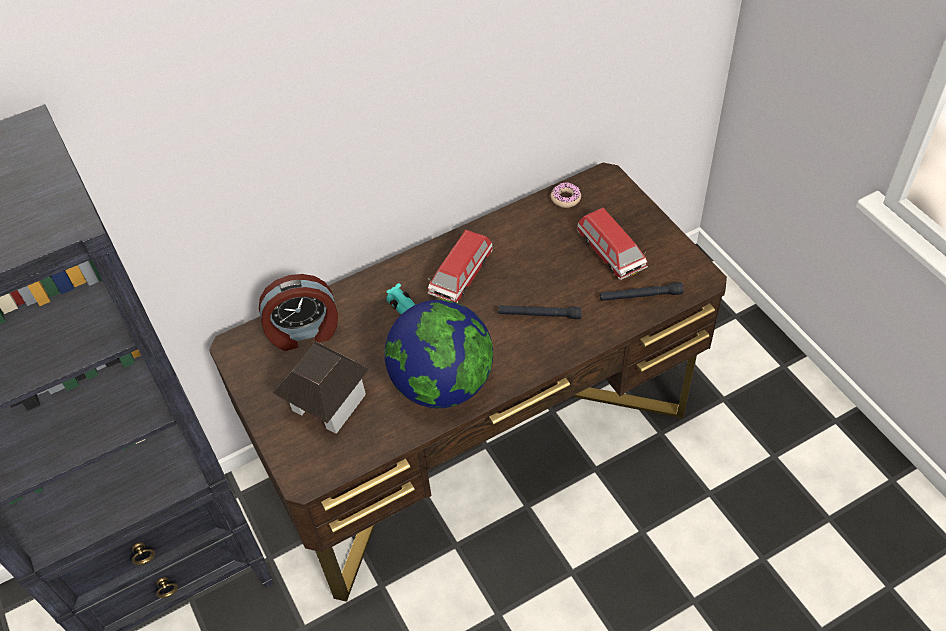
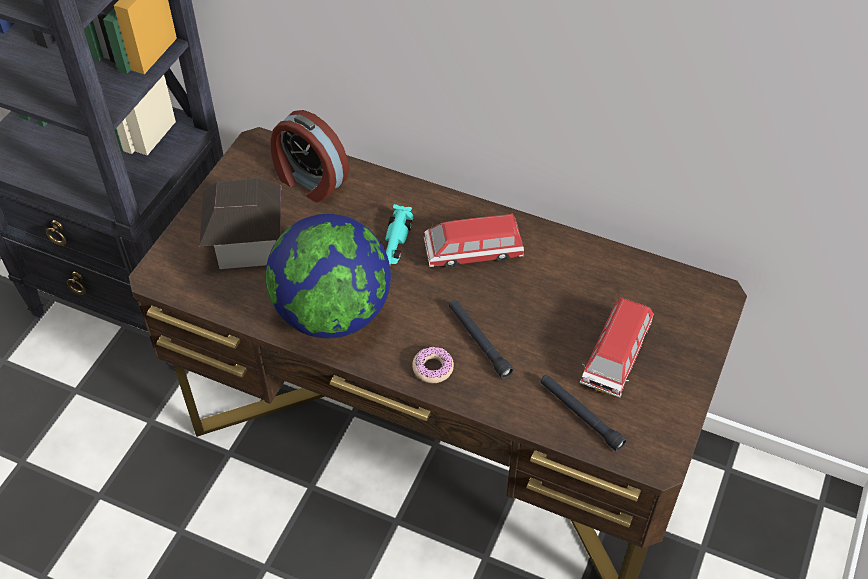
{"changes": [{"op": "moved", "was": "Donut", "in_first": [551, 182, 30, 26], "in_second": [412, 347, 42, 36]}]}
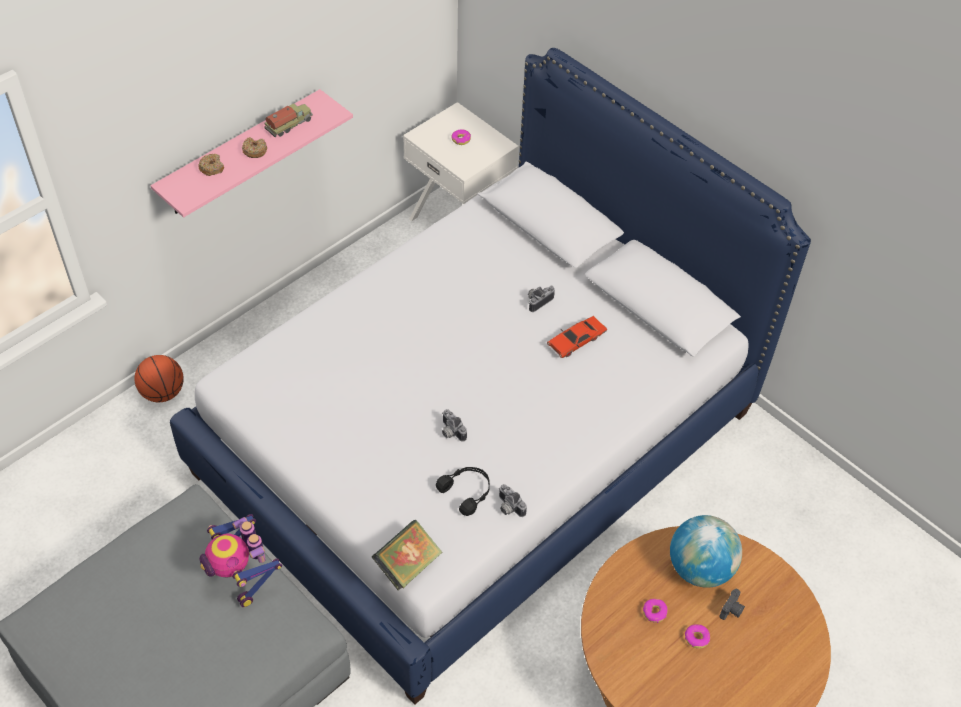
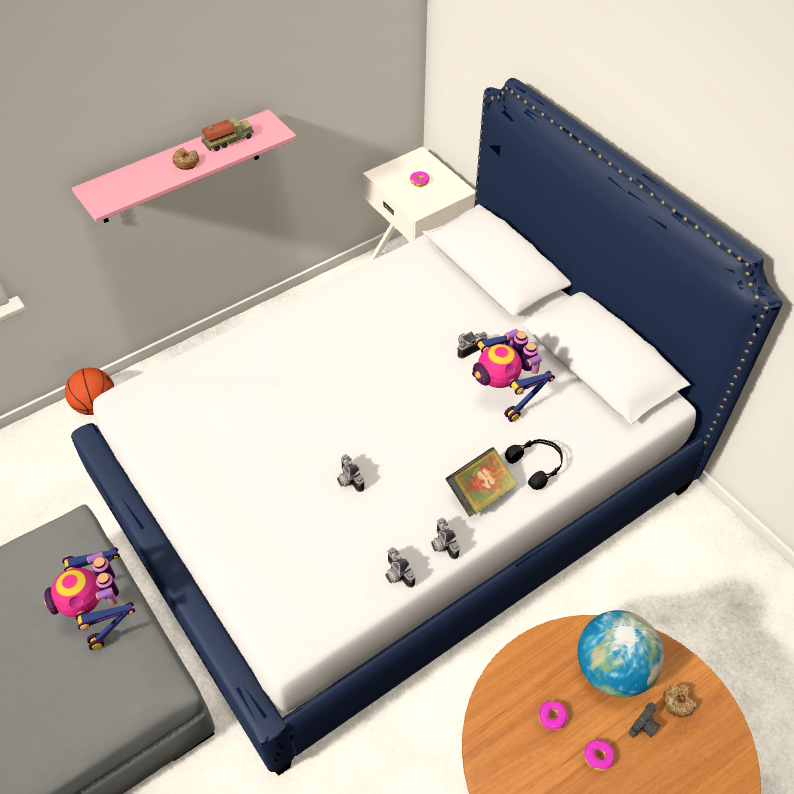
{"changes": [{"op": "added", "now": "PhotoCamera", "in_second": [431, 518, 29, 41]}, {"op": "moved", "was": "Donut", "in_first": [199, 154, 25, 22], "in_second": [663, 684, 34, 34]}, {"op": "moved", "was": "Book", "in_first": [372, 520, 70, 71], "in_second": [445, 447, 73, 70]}, {"op": "moved", "was": "BlackHeadphones", "in_first": [436, 467, 54, 49], "in_second": [505, 439, 58, 51]}, {"op": "replaced", "was": "RedToyCar", "now": "ToyRobot", "in_first": [547, 316, 60, 42], "in_second": [472, 329, 83, 93]}]}
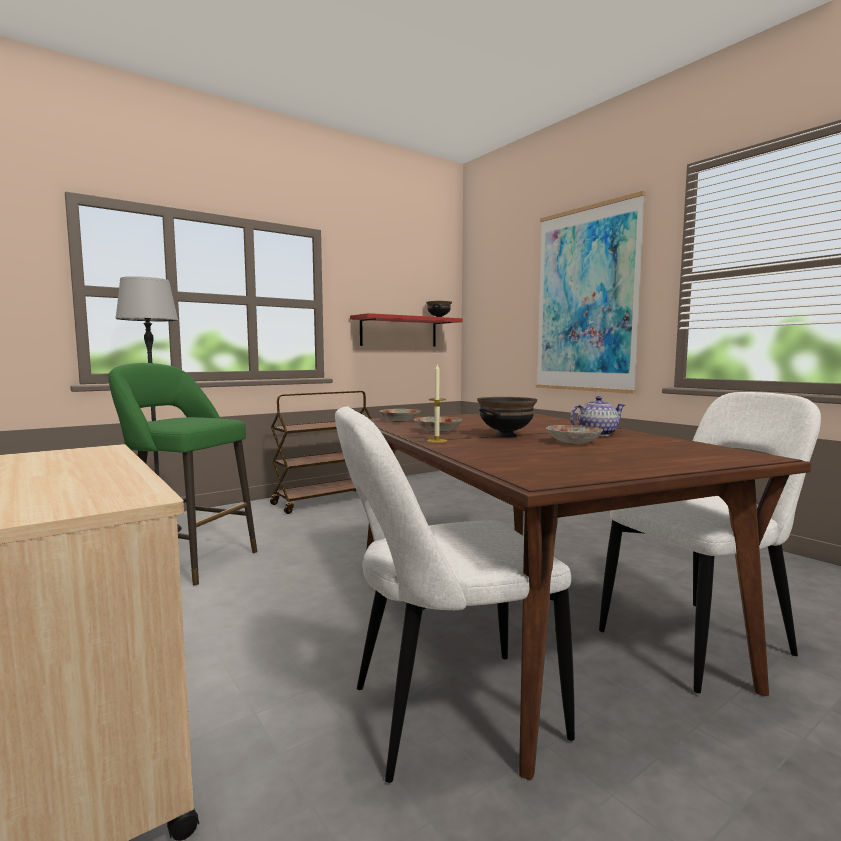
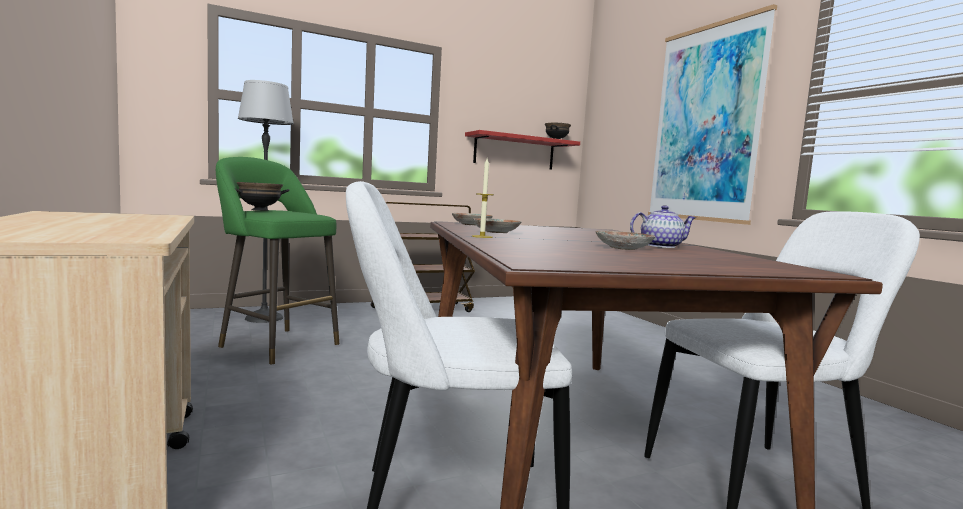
{"changes": [{"op": "moved", "was": "BlackBowl", "in_first": [477, 397, 60, 40], "in_second": [235, 182, 55, 29]}]}
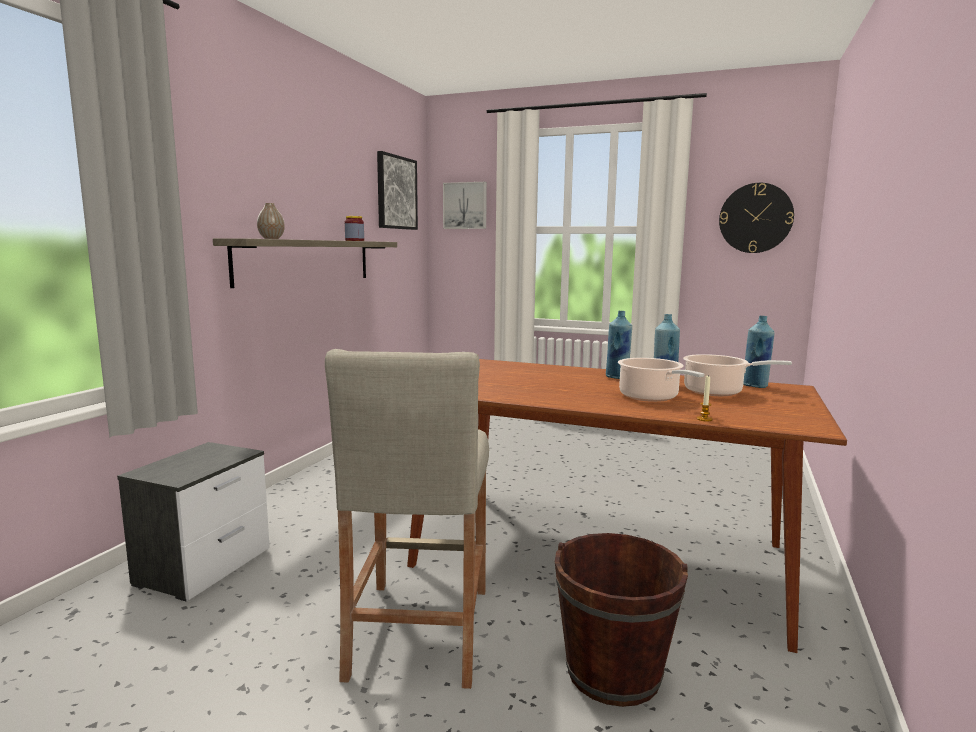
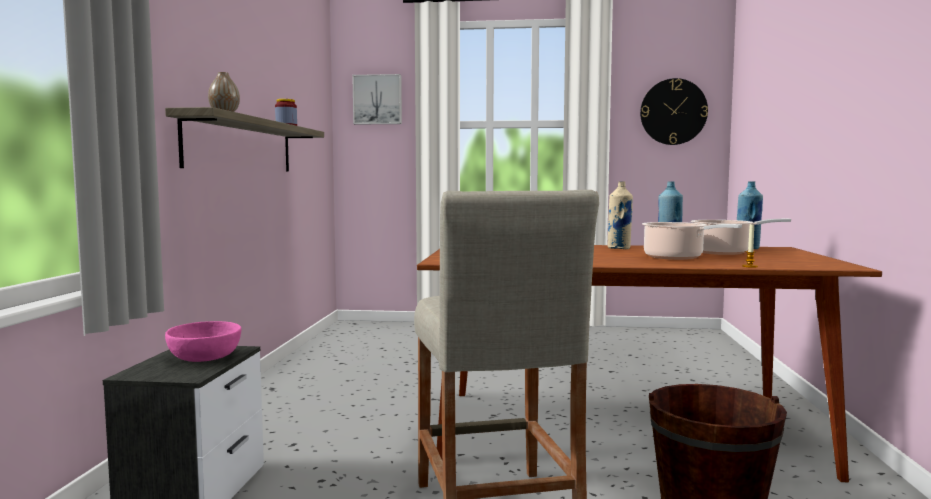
{"changes": [{"op": "removed", "was": "Picture", "in_first": [377, 151, 41, 79]}, {"op": "added", "now": "PinkBowl", "in_second": [165, 321, 76, 41]}, {"op": "recoloured", "was": "BlueBottle", "now": "BeigeBottle", "in_first": [606, 311, 26, 68], "in_second": [608, 181, 25, 68]}]}
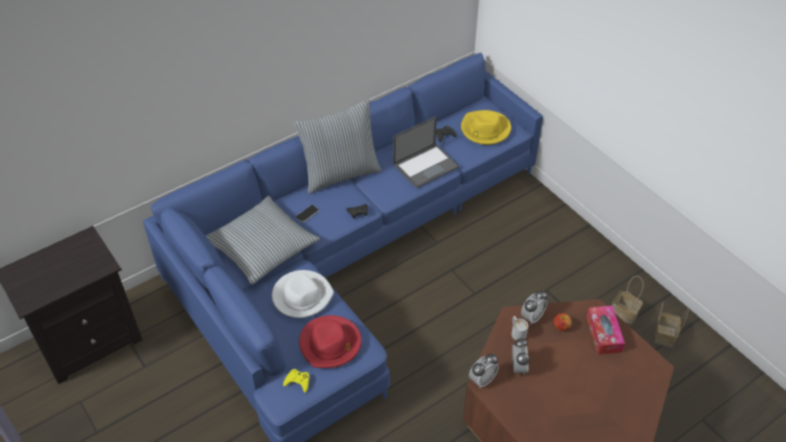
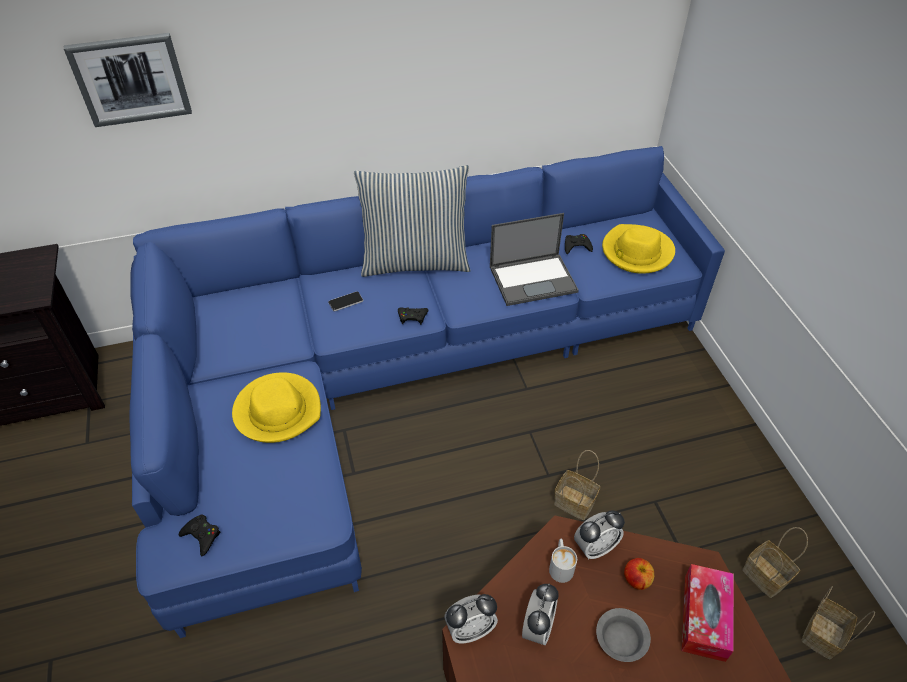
{"changes": [{"op": "removed", "was": "Pillow", "in_first": [206, 196, 114, 88]}, {"op": "removed", "was": "RedHat", "in_first": [299, 315, 62, 53]}, {"op": "added", "now": "Picture", "in_second": [64, 33, 128, 94]}, {"op": "added", "now": "Basket", "in_second": [554, 450, 46, 70]}, {"op": "added", "now": "GreyBowl", "in_second": [596, 608, 55, 54]}, {"op": "recoloured", "was": "WhiteHat", "now": "YellowHat", "in_first": [272, 270, 62, 48], "in_second": [232, 372, 89, 71]}, {"op": "recoloured", "was": "YellowGameController", "now": "BlackGameController", "in_first": [283, 369, 26, 23], "in_second": [179, 515, 42, 41]}]}
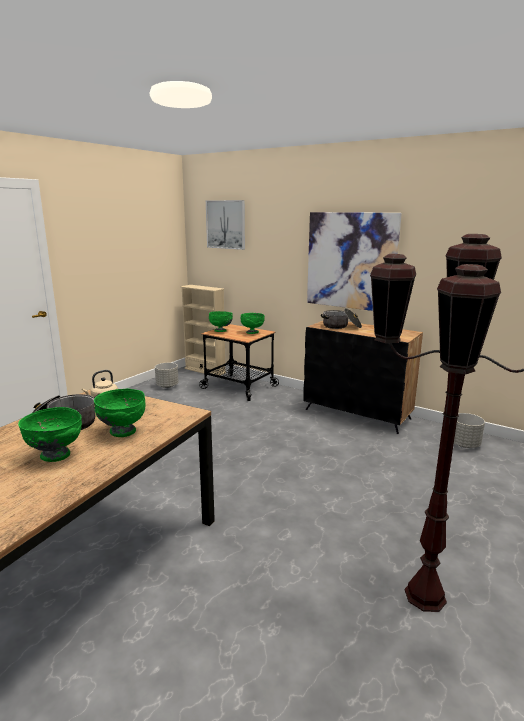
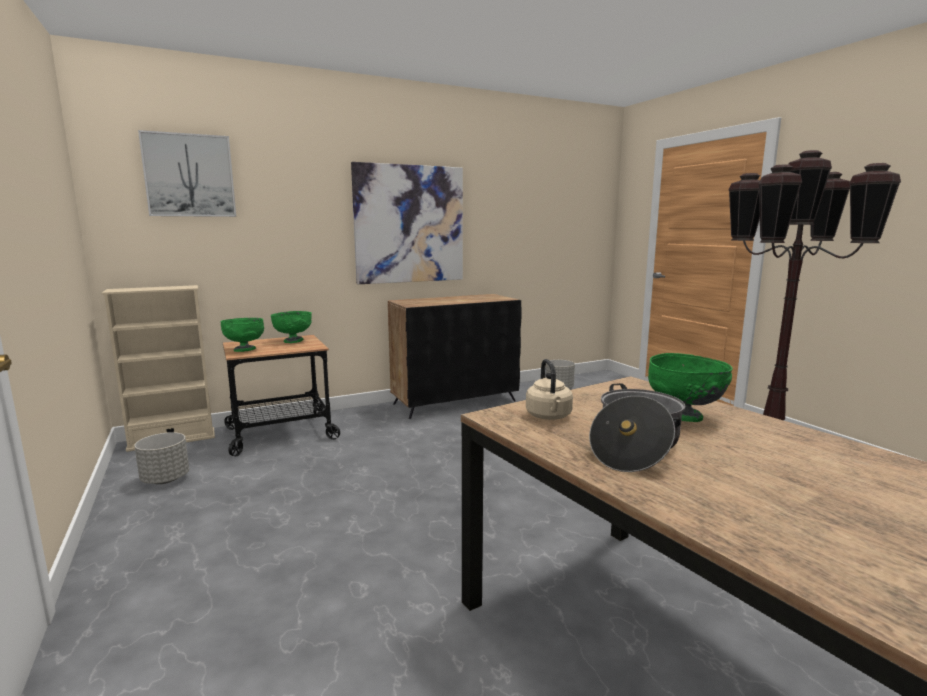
{"changes": [{"op": "removed", "was": "GreenBowl", "in_first": [18, 407, 64, 55]}, {"op": "removed", "was": "CookingPot", "in_first": [321, 308, 41, 21]}]}
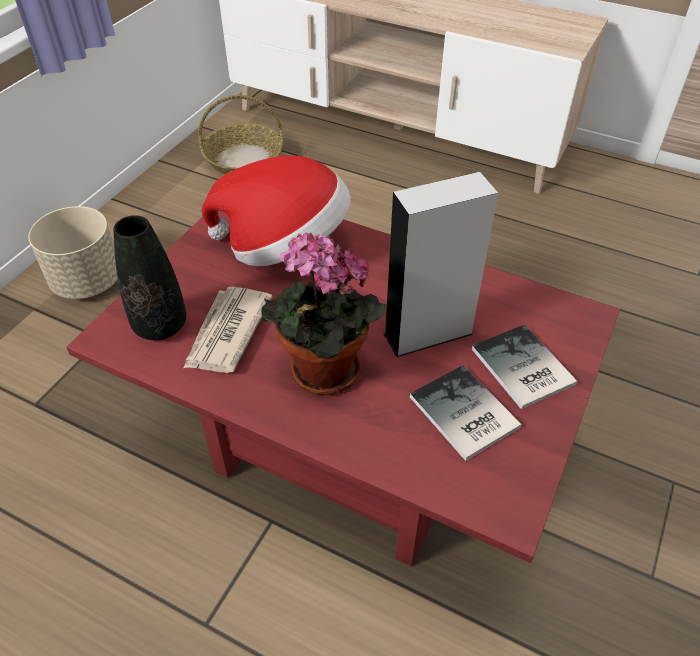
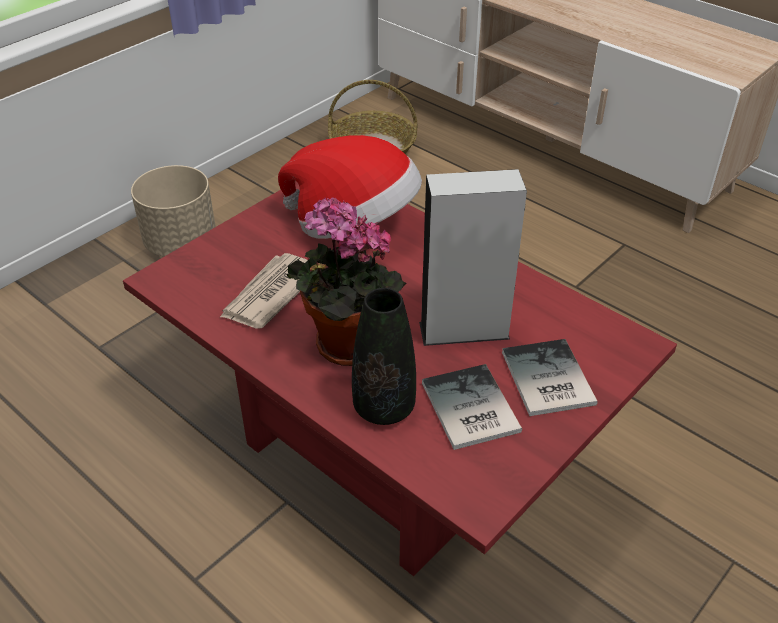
{"changes": [{"op": "moved", "was": "BlackVase", "in_first": [114, 215, 72, 125], "in_second": [352, 288, 64, 137]}]}
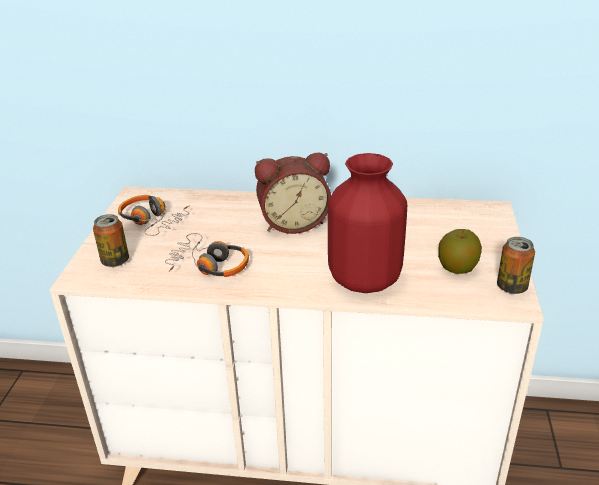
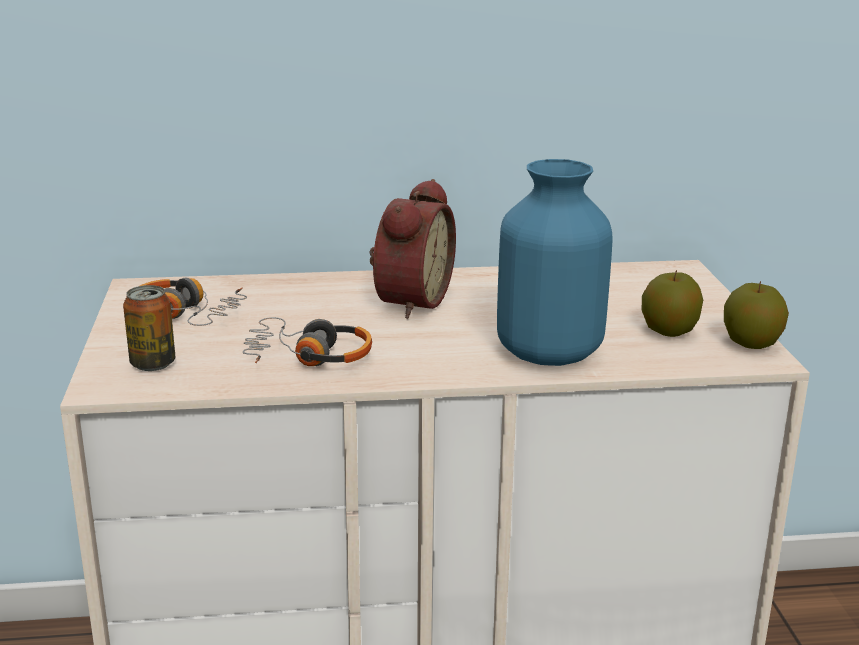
{"changes": [{"op": "replaced", "was": "Can", "now": "Apple", "in_first": [497, 237, 38, 57], "in_second": [724, 281, 65, 68]}, {"op": "recoloured", "was": "RedVase", "now": "BlueVase", "in_first": [328, 153, 79, 140], "in_second": [497, 159, 116, 207]}, {"op": "turned", "was": "AlarmClock", "in_first": [255, 152, 76, 82], "in_second": [370, 179, 86, 140], "clockwise": -45}]}
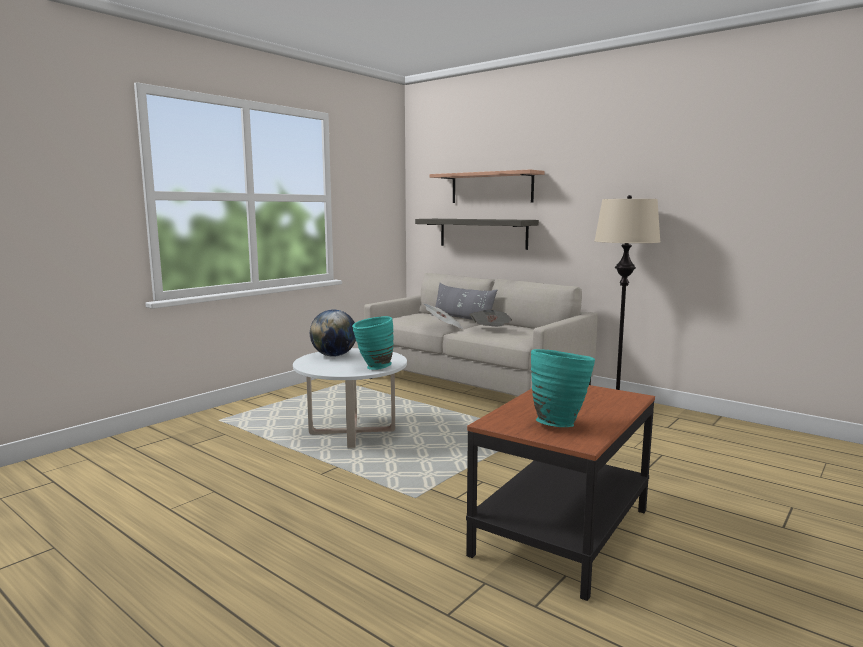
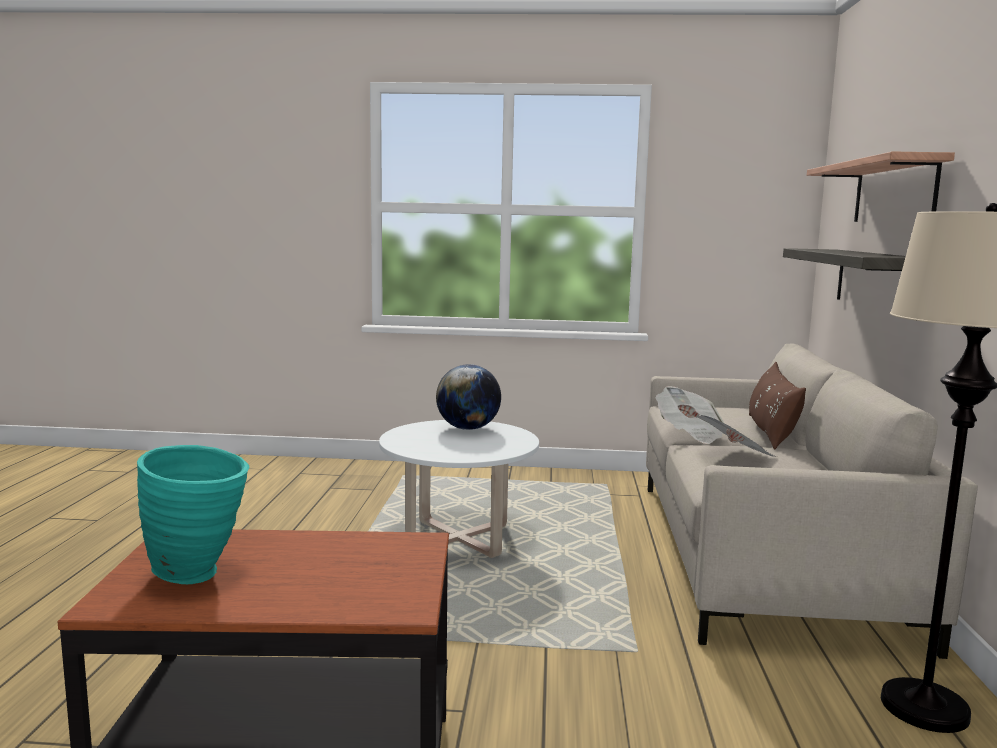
{"changes": [{"op": "removed", "was": "TurquoiseVase", "in_first": [352, 316, 42, 54]}, {"op": "recoloured", "was": "GreyPillow", "now": "BrownPillow", "in_first": [432, 283, 65, 37], "in_second": [749, 362, 57, 87]}]}
